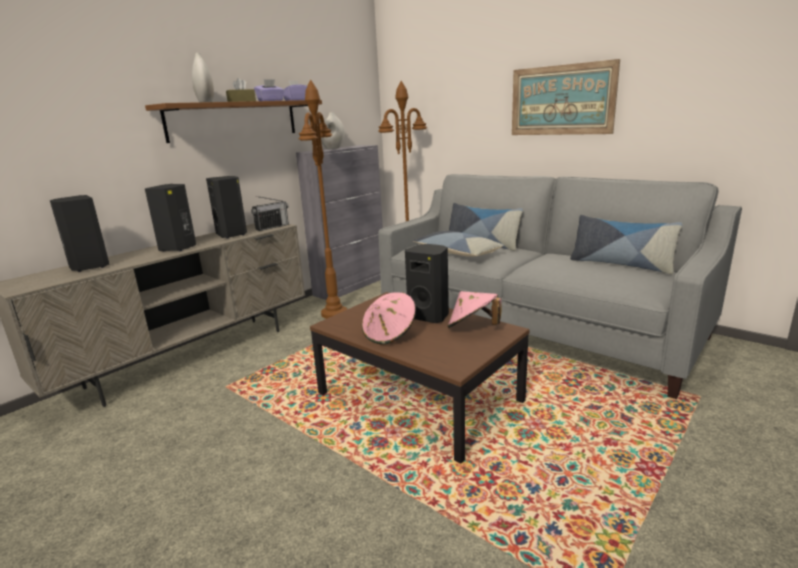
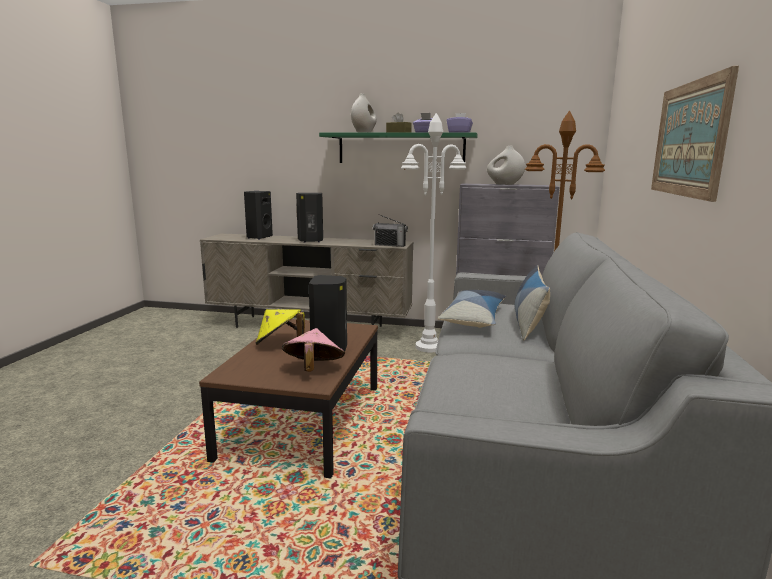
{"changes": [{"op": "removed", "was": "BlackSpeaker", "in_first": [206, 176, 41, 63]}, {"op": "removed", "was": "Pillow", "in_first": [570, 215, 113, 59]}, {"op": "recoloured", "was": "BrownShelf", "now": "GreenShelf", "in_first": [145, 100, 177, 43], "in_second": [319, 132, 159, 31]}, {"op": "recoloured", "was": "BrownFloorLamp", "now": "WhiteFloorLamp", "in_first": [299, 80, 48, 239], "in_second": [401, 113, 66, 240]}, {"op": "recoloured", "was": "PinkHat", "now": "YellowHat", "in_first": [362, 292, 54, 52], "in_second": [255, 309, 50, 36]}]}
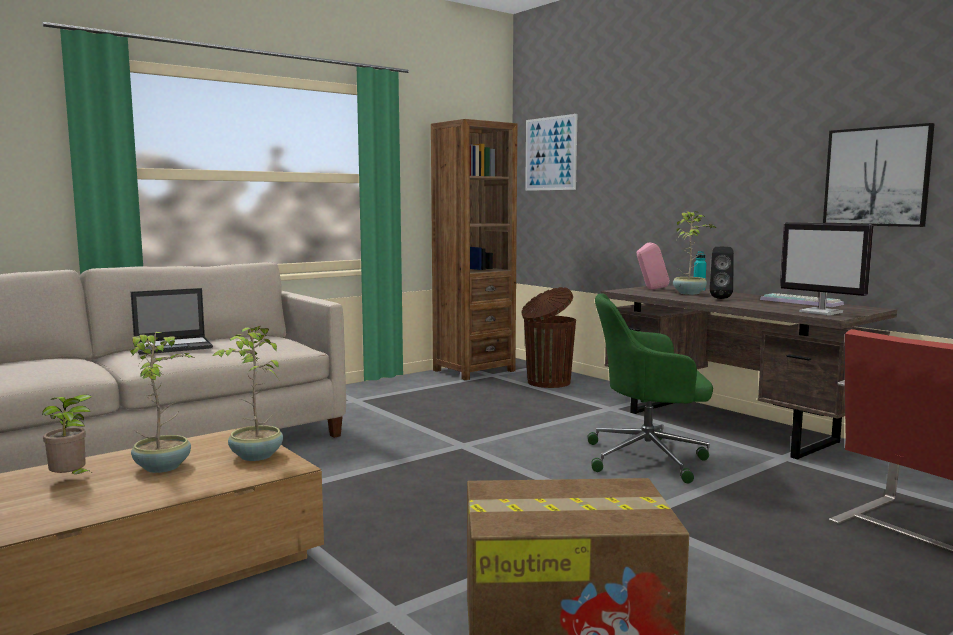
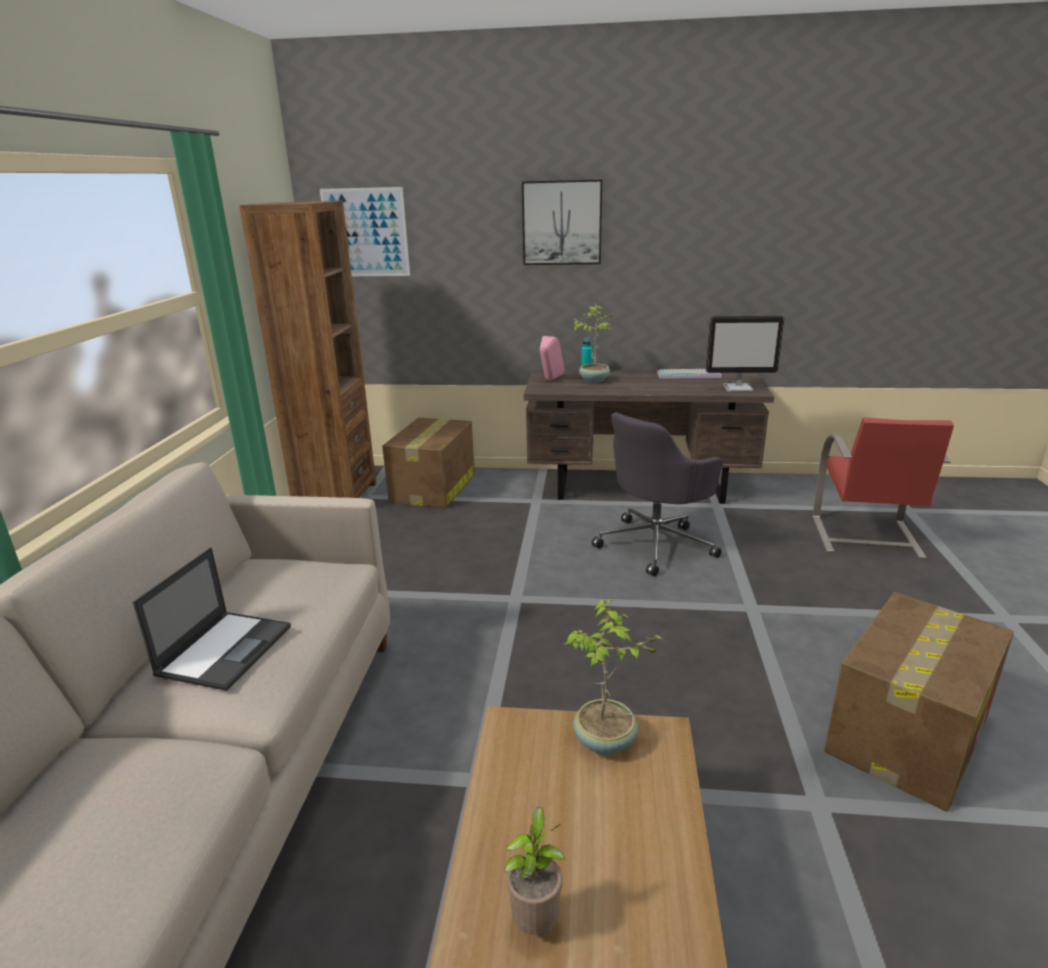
{"changes": [{"op": "removed", "was": "PottedPlant", "in_first": [130, 332, 66, 141]}, {"op": "removed", "was": "BlackSpeaker", "in_first": [710, 247, 24, 52]}, {"op": "moved", "was": "Picture", "in_first": [823, 123, 112, 104], "in_second": [522, 179, 80, 86]}, {"op": "replaced", "was": "BrownTrashCan", "now": "CardboardBox", "in_first": [521, 287, 55, 101], "in_second": [382, 418, 93, 90]}, {"op": "recoloured", "was": "GreenOfficeChair", "now": "GreyOfficeChair", "in_first": [587, 294, 126, 189], "in_second": [592, 412, 131, 164]}]}
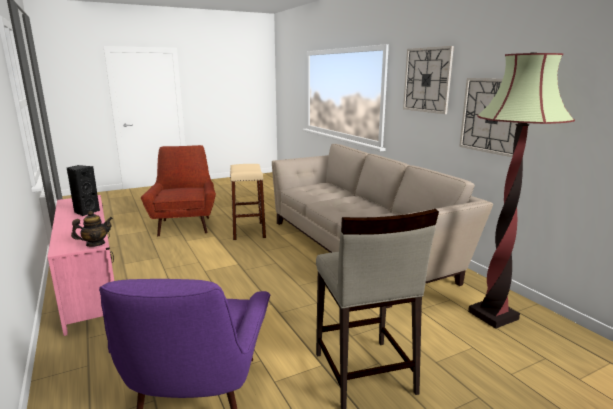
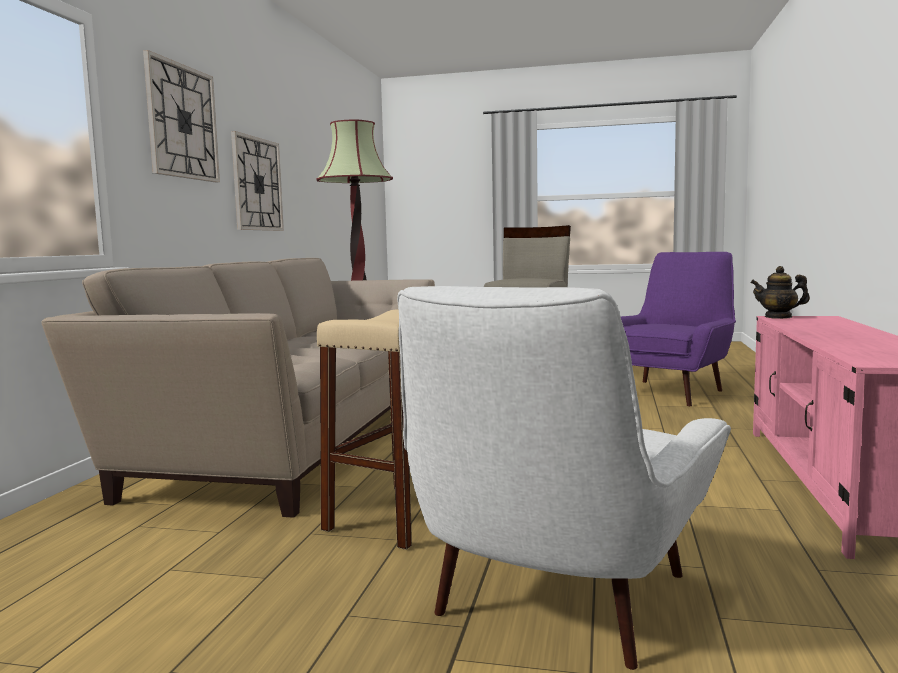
{"changes": [{"op": "removed", "was": "BlackSpeaker", "in_first": [67, 165, 33, 51]}, {"op": "recoloured", "was": "RedArmchair", "now": "WhiteArmchair", "in_first": [141, 145, 75, 91], "in_second": [397, 286, 334, 384]}]}
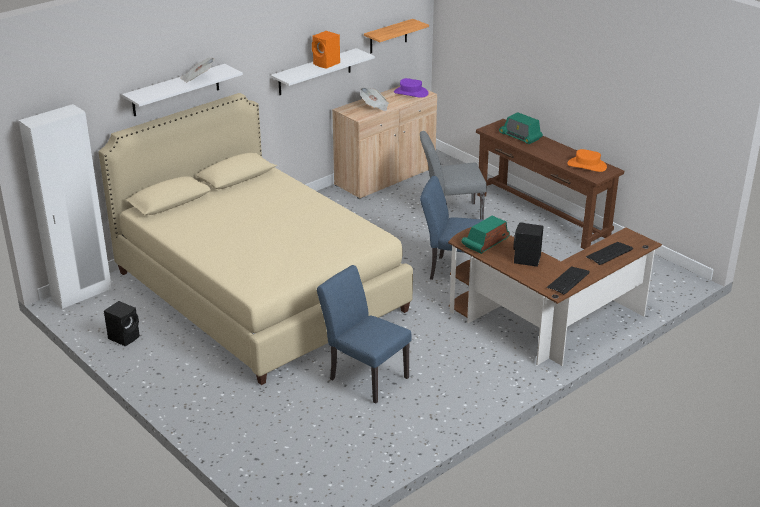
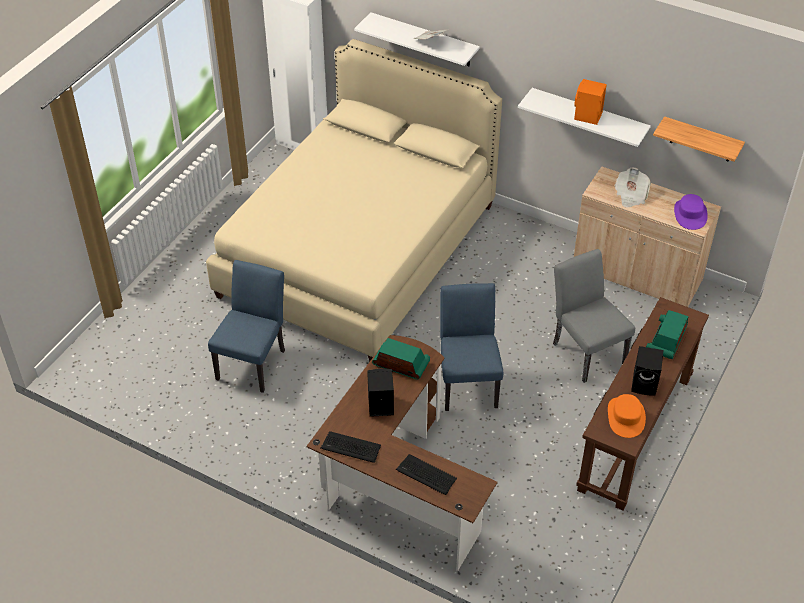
{"changes": [{"op": "moved", "was": "BlackSpeaker", "in_first": [104, 301, 36, 45], "in_second": [631, 346, 33, 50]}]}
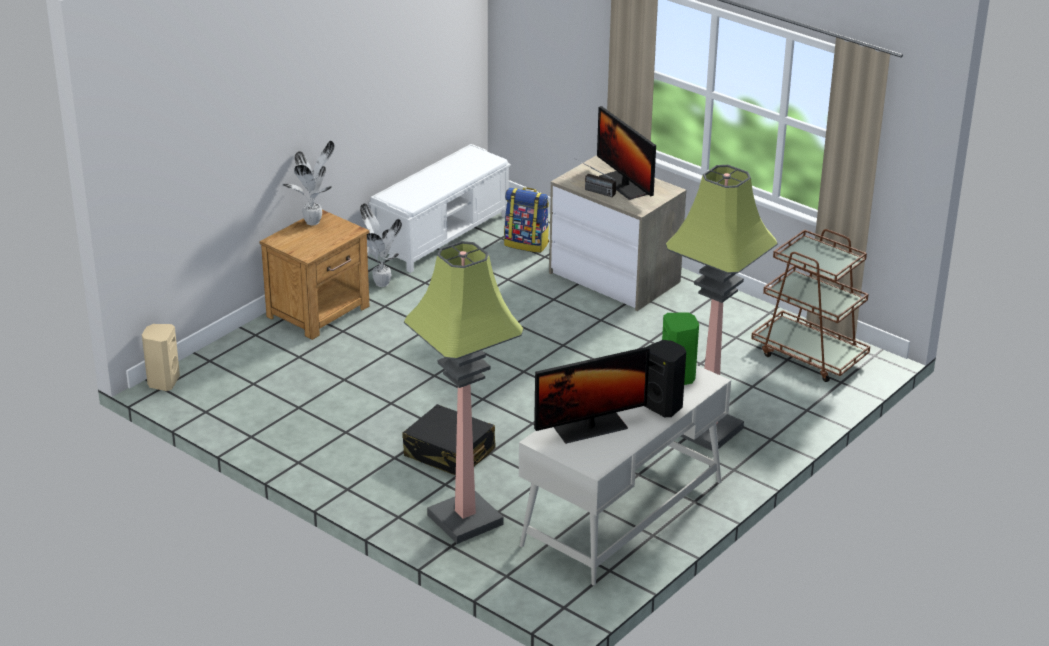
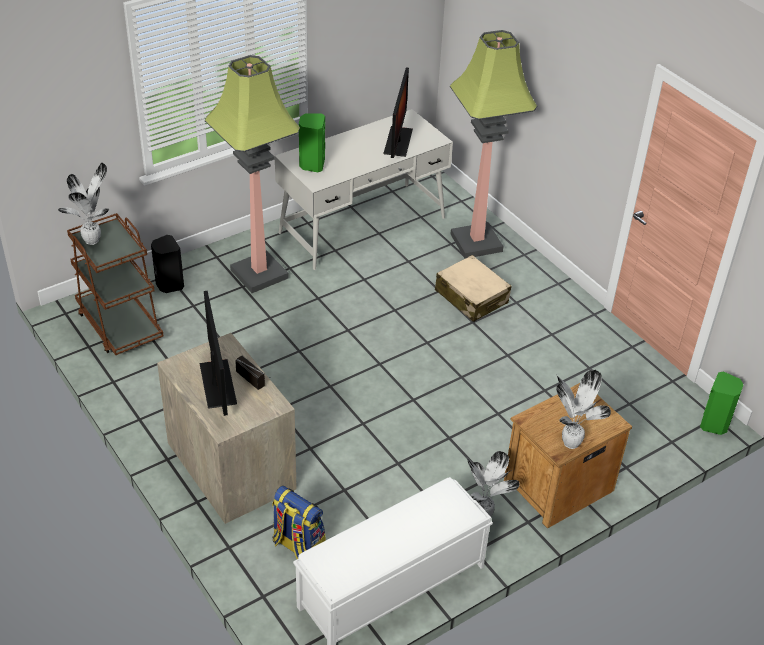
{"changes": [{"op": "added", "now": "PottedPlant", "in_second": [58, 163, 51, 82]}, {"op": "moved", "was": "BlackSpeaker", "in_first": [644, 340, 42, 77], "in_second": [151, 235, 33, 58]}, {"op": "recoloured", "was": "BeigeSpeaker", "now": "GreenSpeaker", "in_first": [142, 324, 38, 67], "in_second": [700, 371, 44, 64]}, {"op": "recoloured", "was": "BlackSuitcase", "now": "BeigeSuitcase", "in_first": [402, 404, 93, 72], "in_second": [435, 255, 77, 67]}, {"op": "turned", "was": "Monitor", "in_first": [534, 347, 116, 97], "in_second": [384, 67, 29, 91], "clockwise": 105}]}
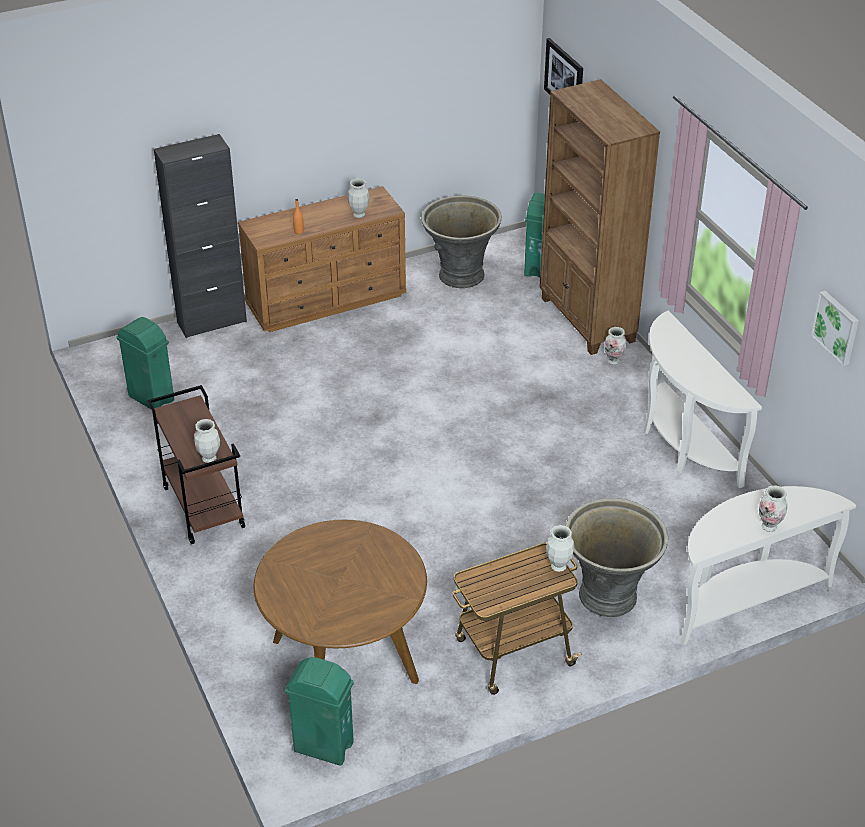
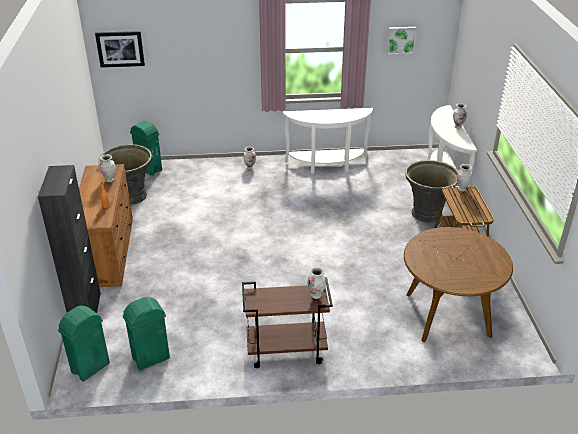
{"changes": [{"op": "removed", "was": "BrownBookcase", "in_first": [539, 79, 121, 276]}, {"op": "moved", "was": "GreenTrashCan", "in_first": [285, 657, 69, 109], "in_second": [58, 306, 52, 76]}]}
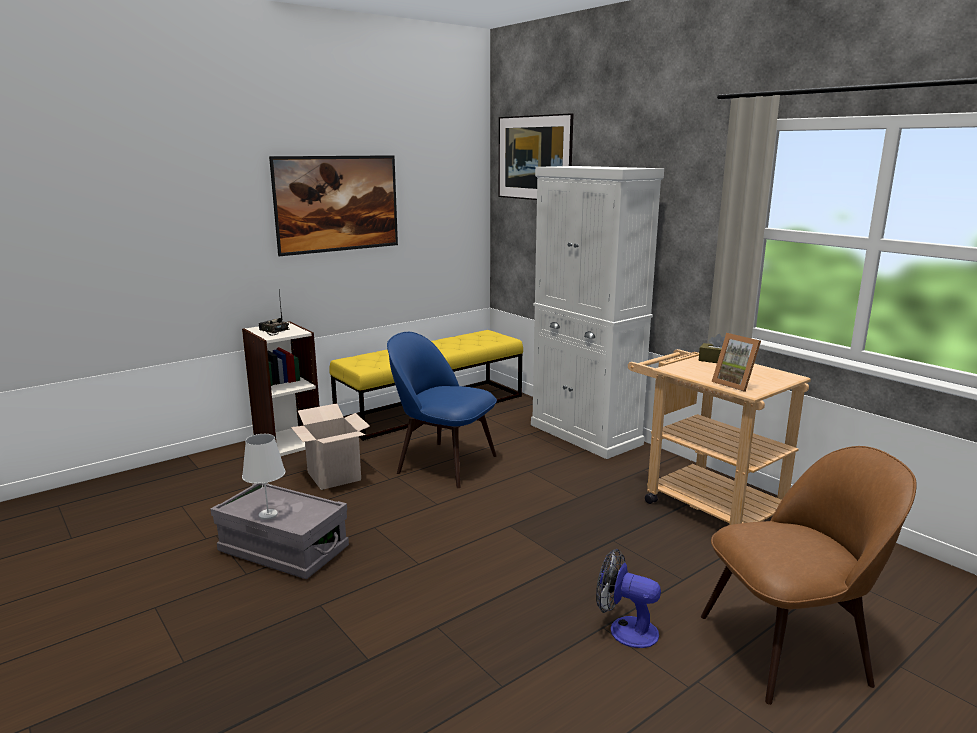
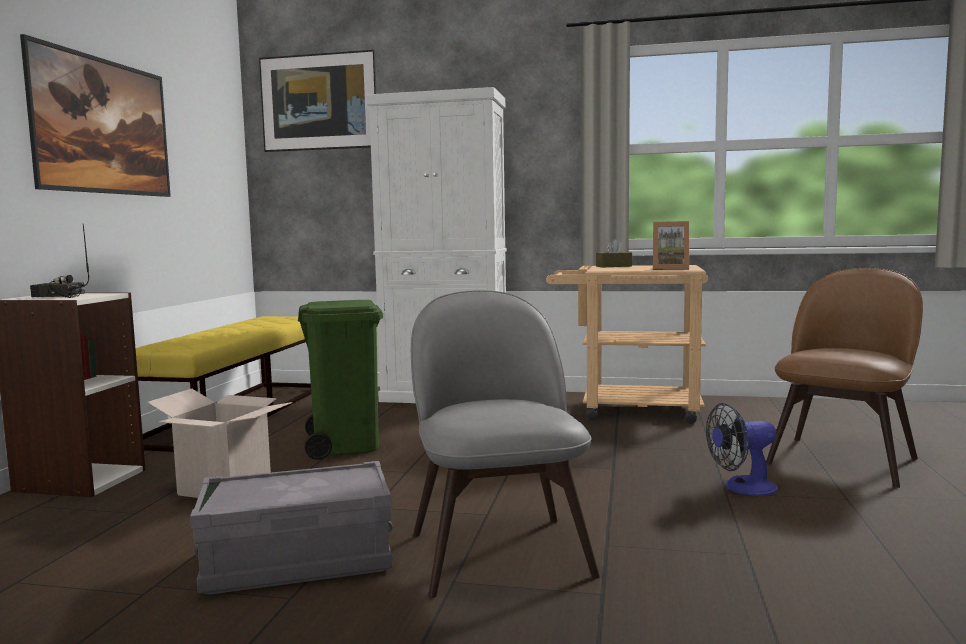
{"changes": [{"op": "removed", "was": "WhiteTableLamp", "in_first": [242, 434, 44, 85]}, {"op": "added", "now": "GreyChair", "in_second": [411, 290, 189, 308]}, {"op": "replaced", "was": "BlueChair", "now": "GreenTrashCan", "in_first": [387, 332, 110, 156], "in_second": [298, 300, 85, 160]}]}
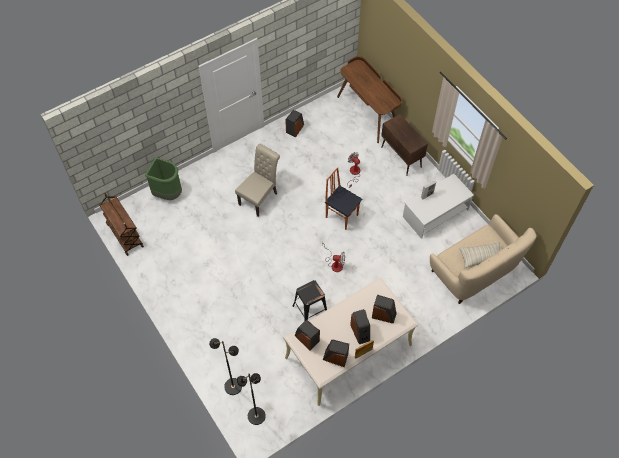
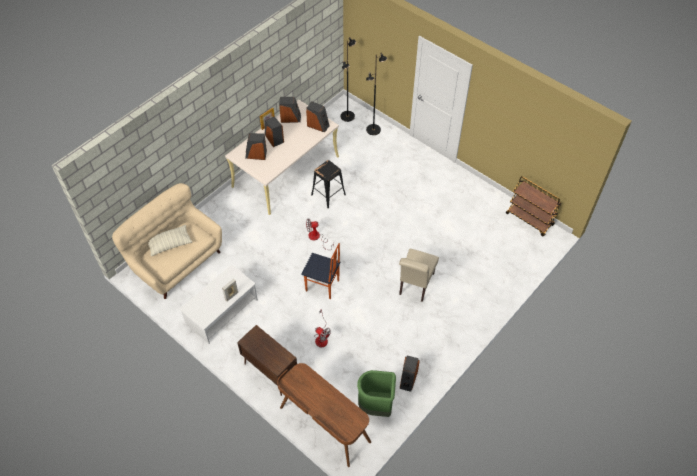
{"changes": [{"op": "moved", "was": "GreenTrashCan", "in_first": [145, 157, 37, 43], "in_second": [357, 370, 39, 47]}]}
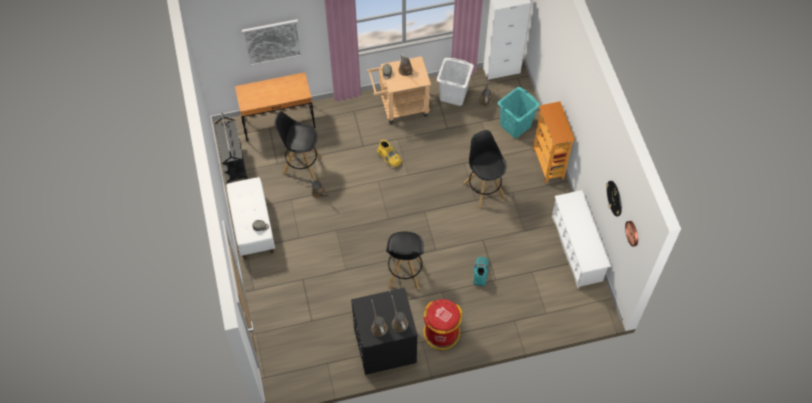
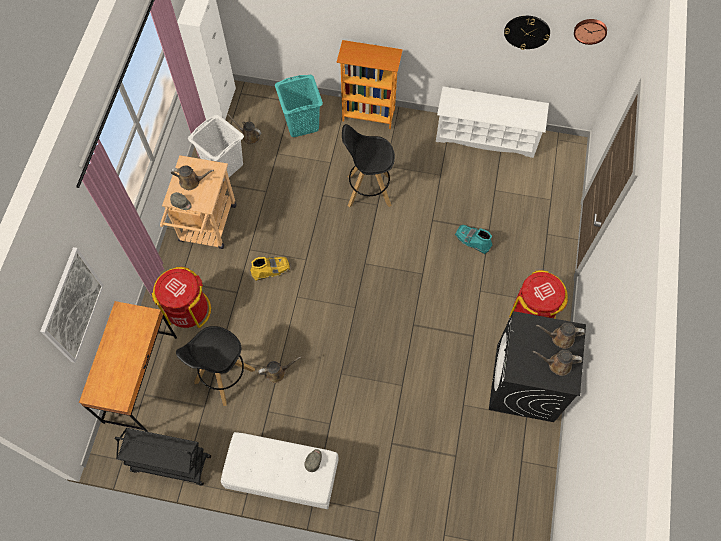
{"changes": [{"op": "removed", "was": "BlackStool", "in_first": [386, 231, 38, 59]}, {"op": "added", "now": "RedTrashCan", "in_second": [152, 267, 59, 61]}]}
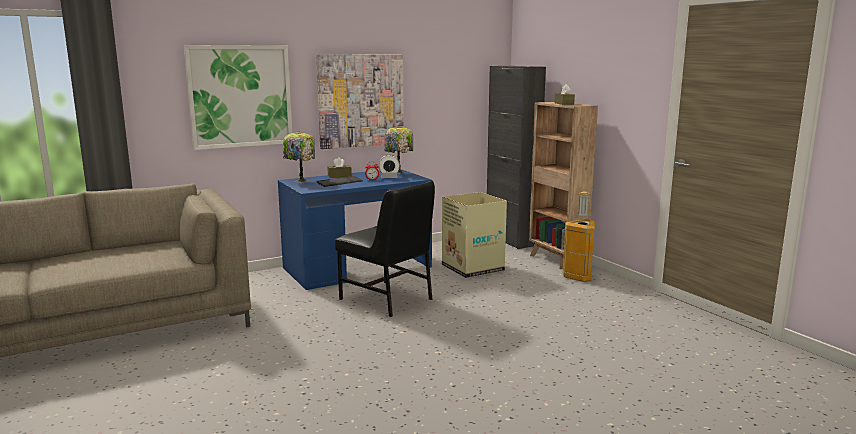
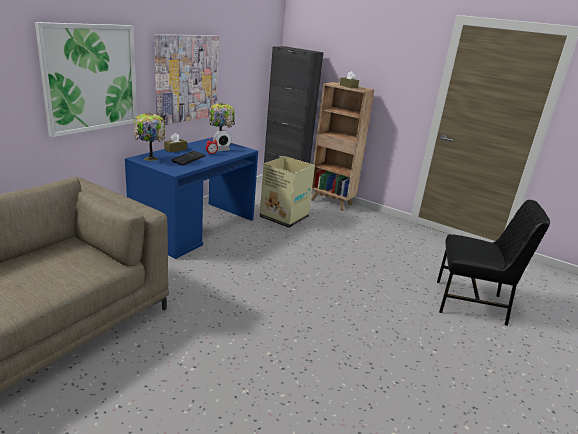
{"changes": [{"op": "removed", "was": "TrashCan", "in_first": [563, 191, 32, 91]}, {"op": "moved", "was": "BlackChair", "in_first": [335, 180, 100, 137], "in_second": [437, 200, 113, 126]}]}
